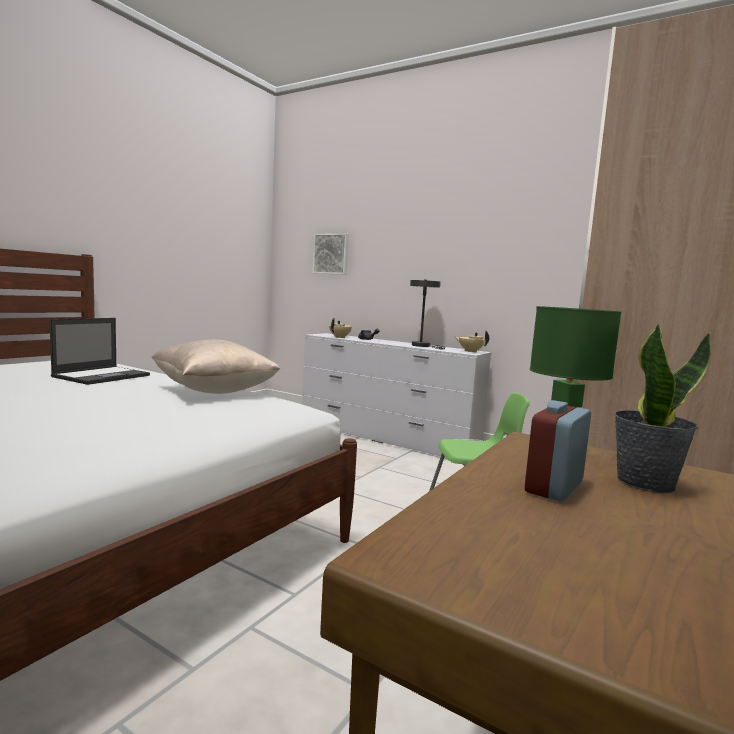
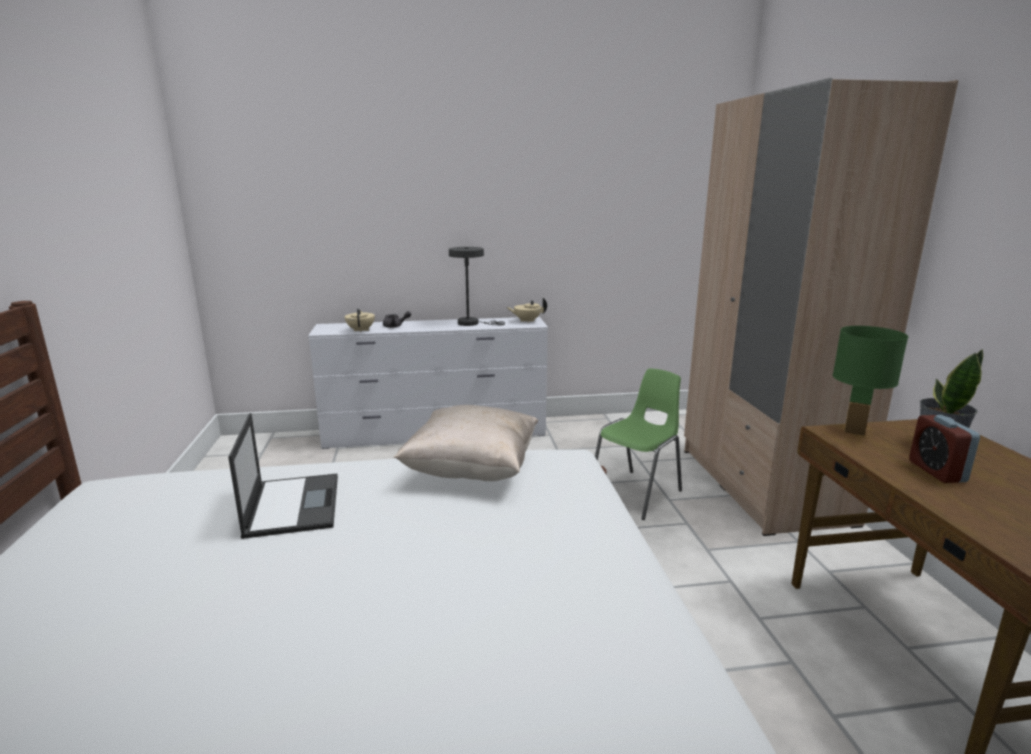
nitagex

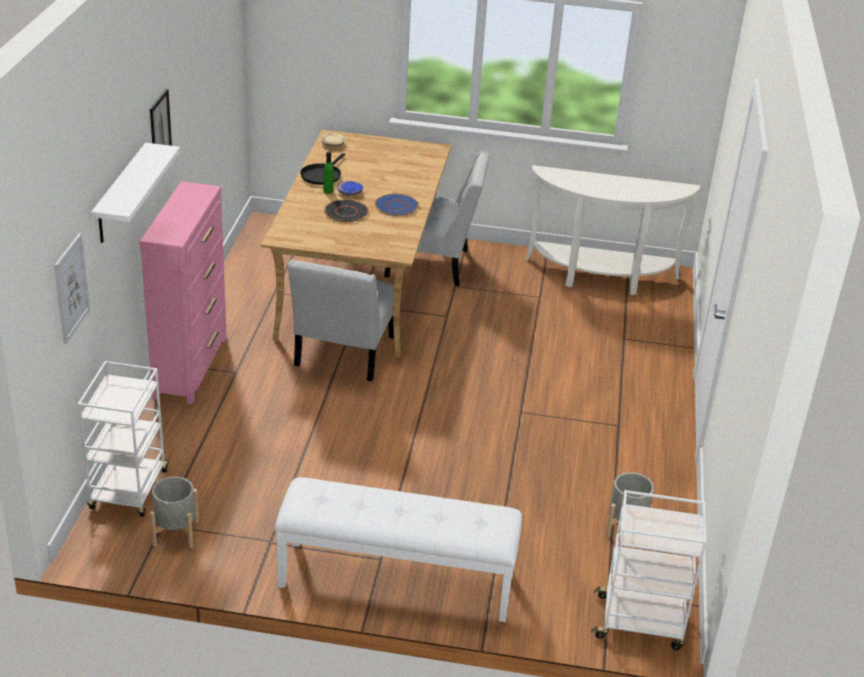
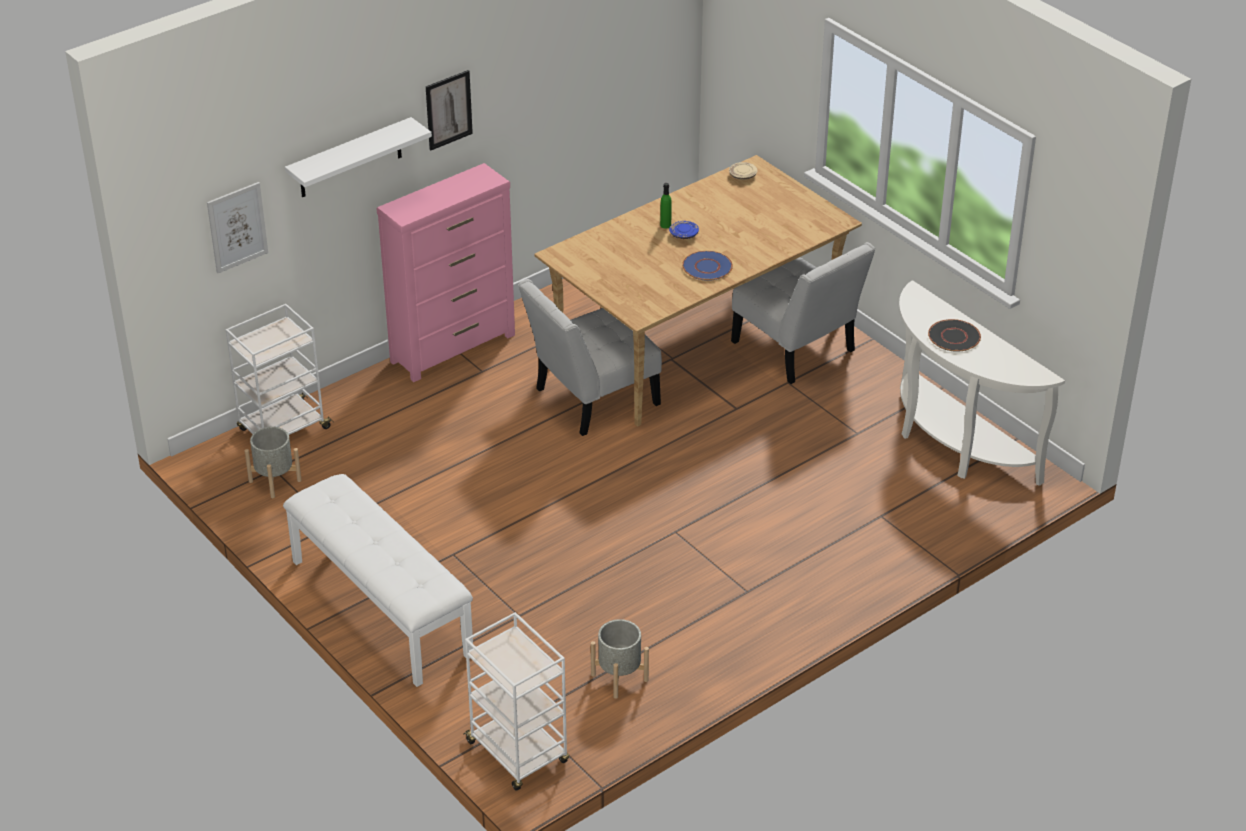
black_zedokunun; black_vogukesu

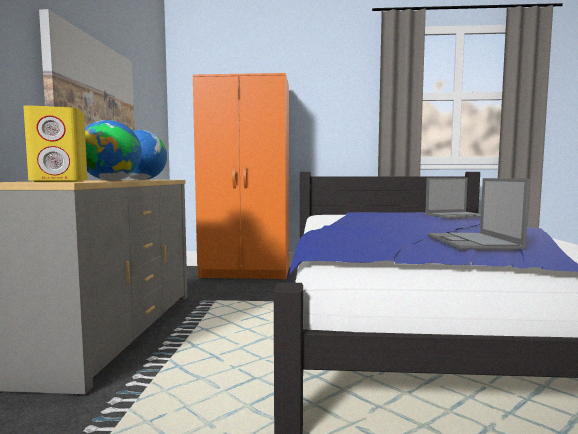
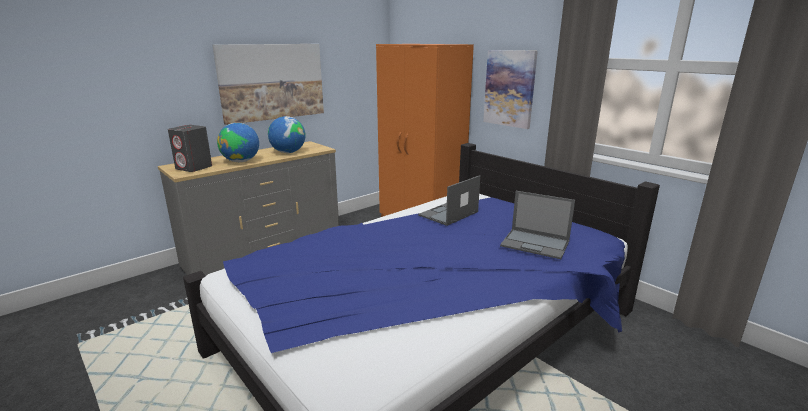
nitagex (no. 2 from left); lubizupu (no. 1 from left); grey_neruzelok

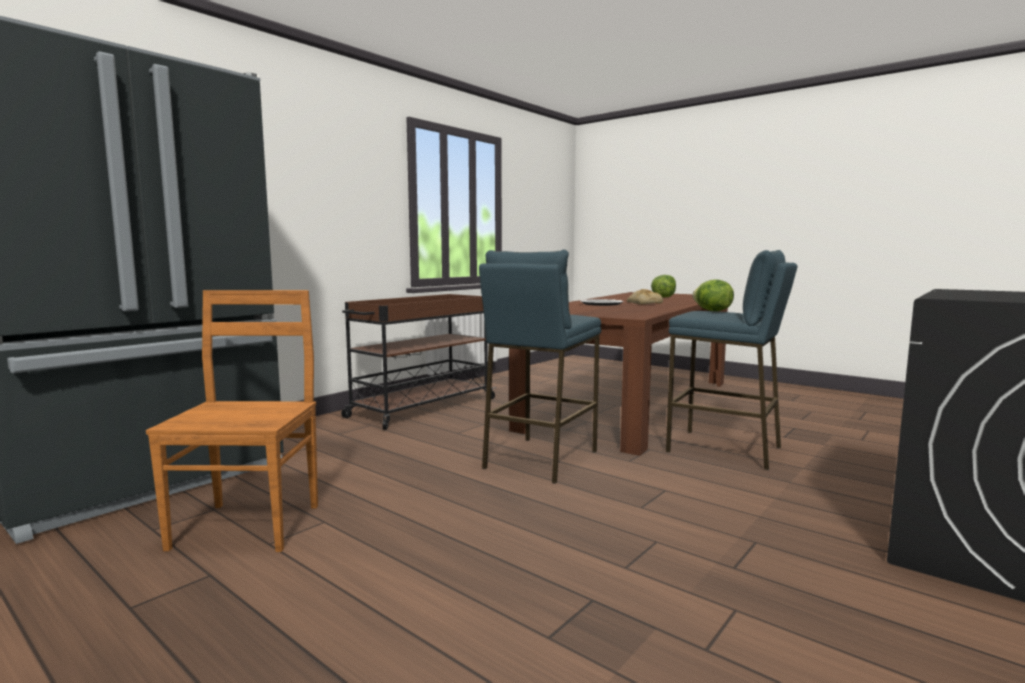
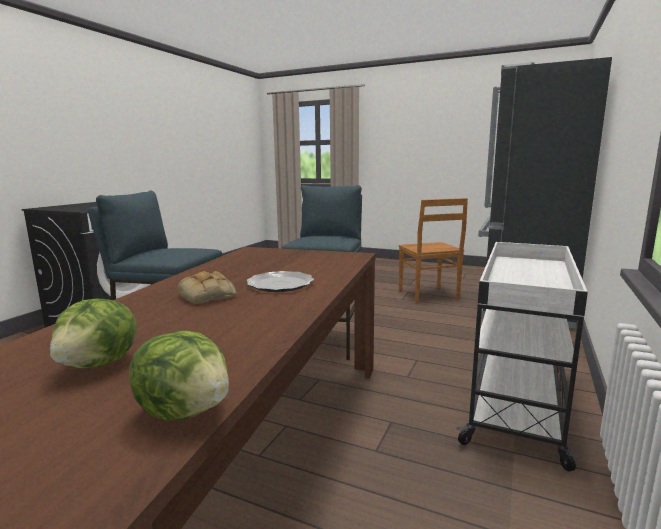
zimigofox (no. 2 from left); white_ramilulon

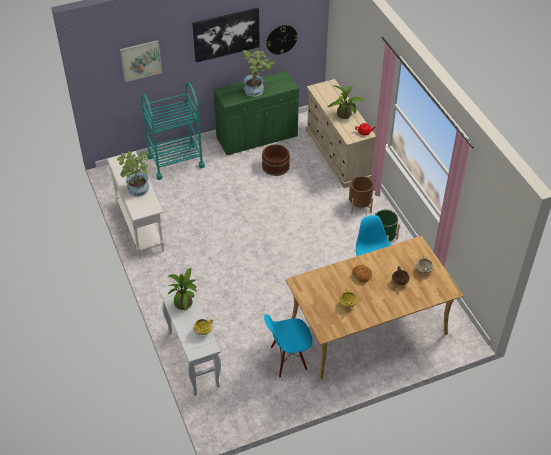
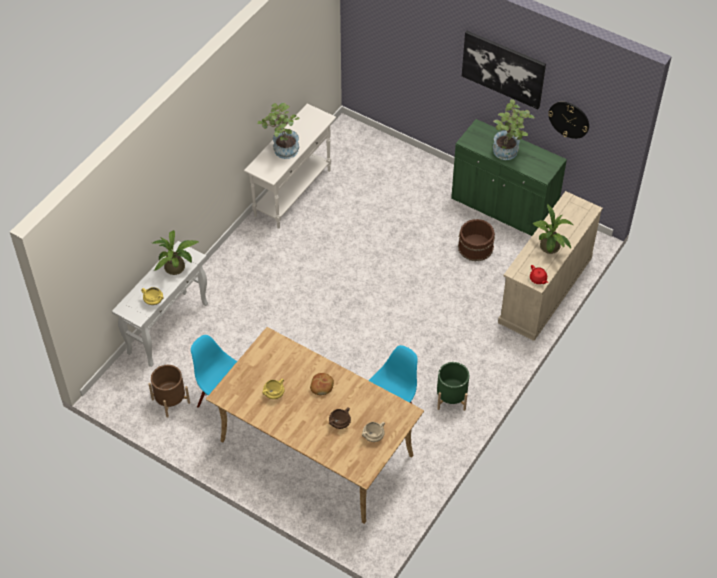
nitagex (no. 1 from left in the first image); turquoise_ramilulon; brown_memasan

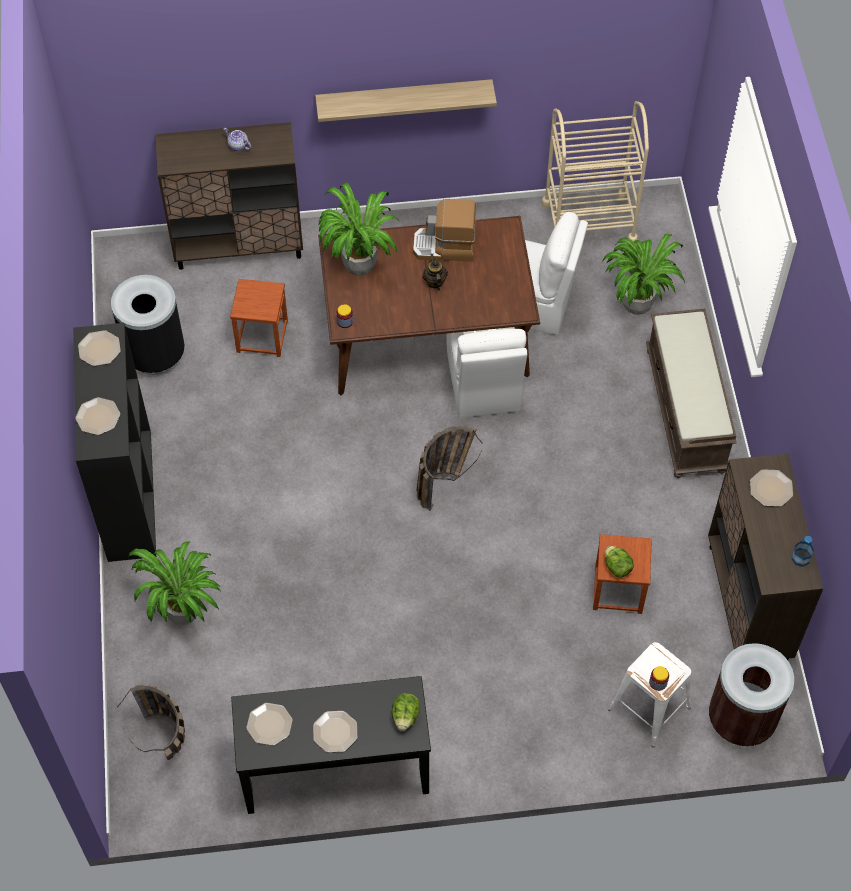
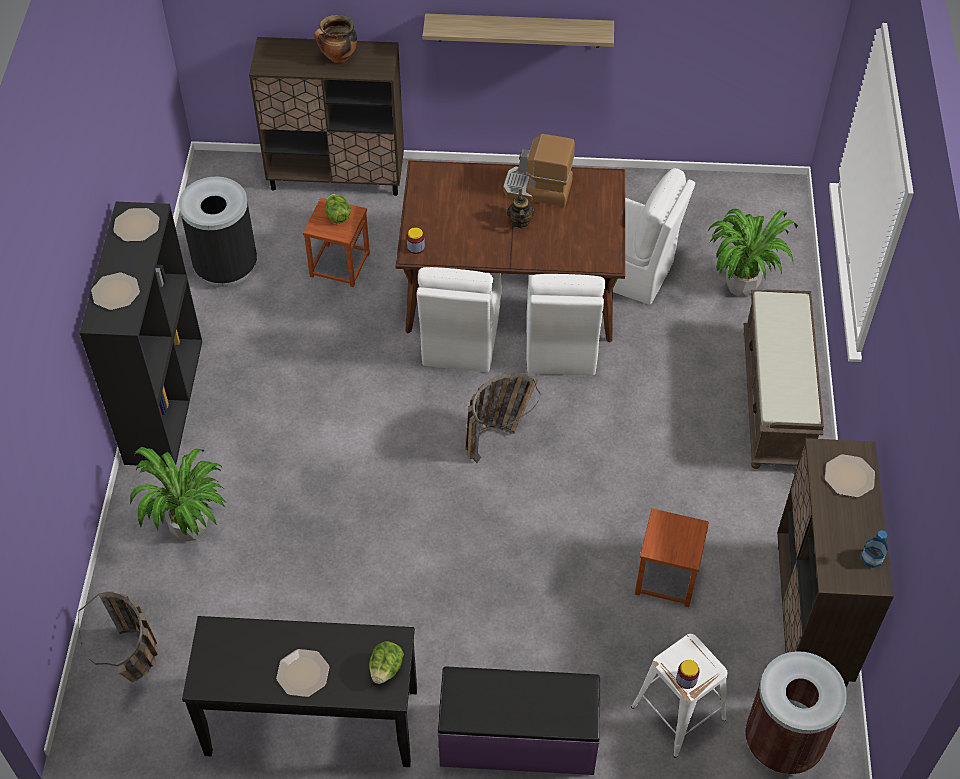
vogukesu (no. 3 from left in the first image); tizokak (no. 2 from left in the first image); beige_ramilulon; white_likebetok (no. 1 from left); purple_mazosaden; zimigofox (no. 1 from left); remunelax

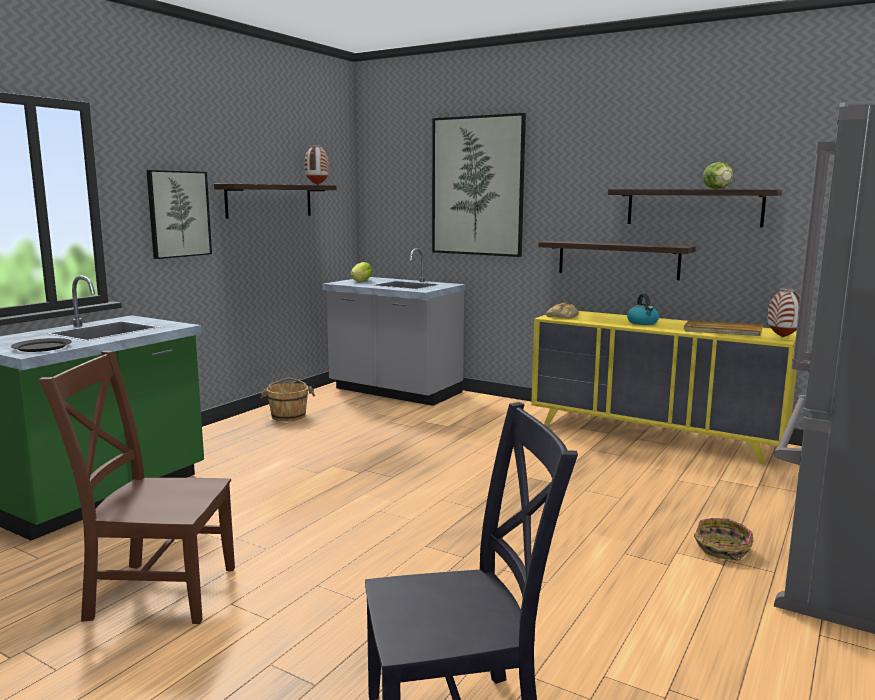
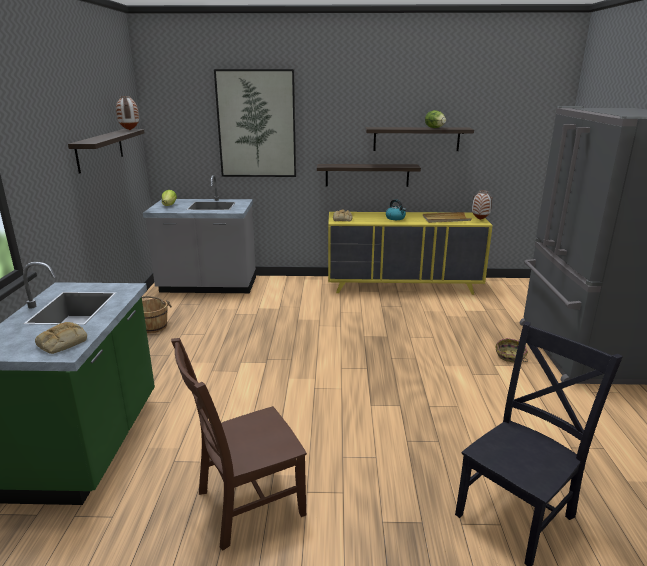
nitagex (no. 1 from left in the first image); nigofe (no. 1 from left)

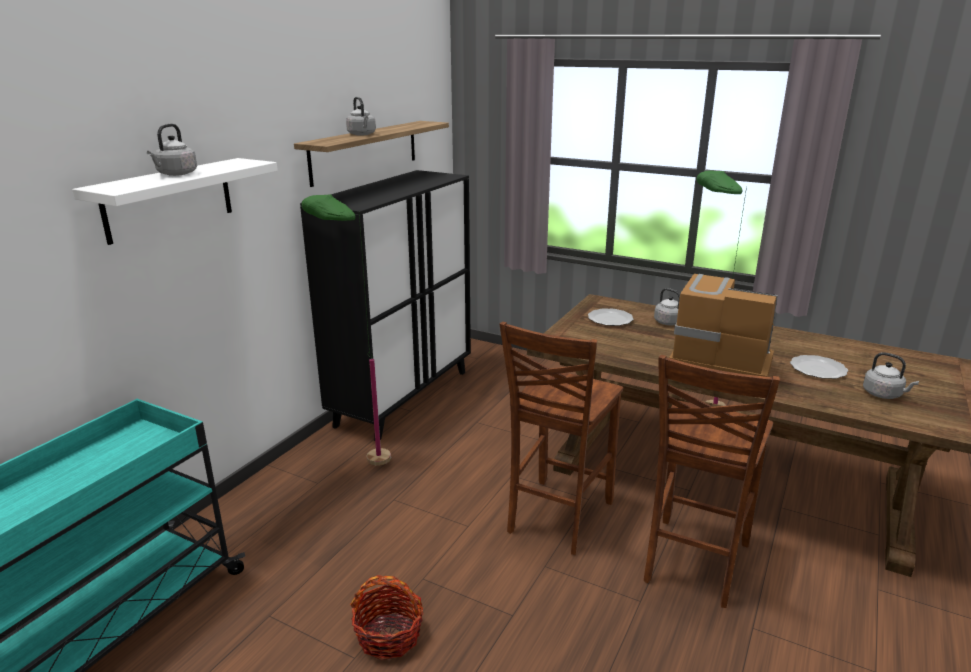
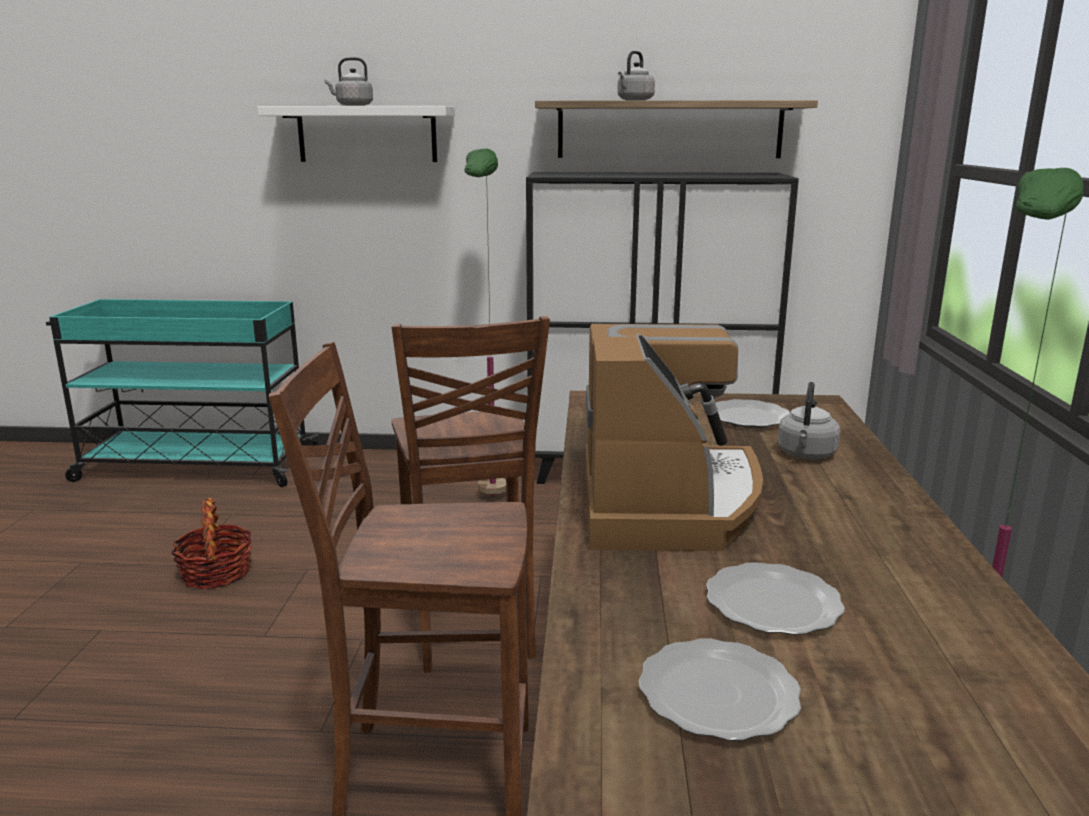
vogukesu (no. 1 from left); brown_likebetok (no. 2 from left)

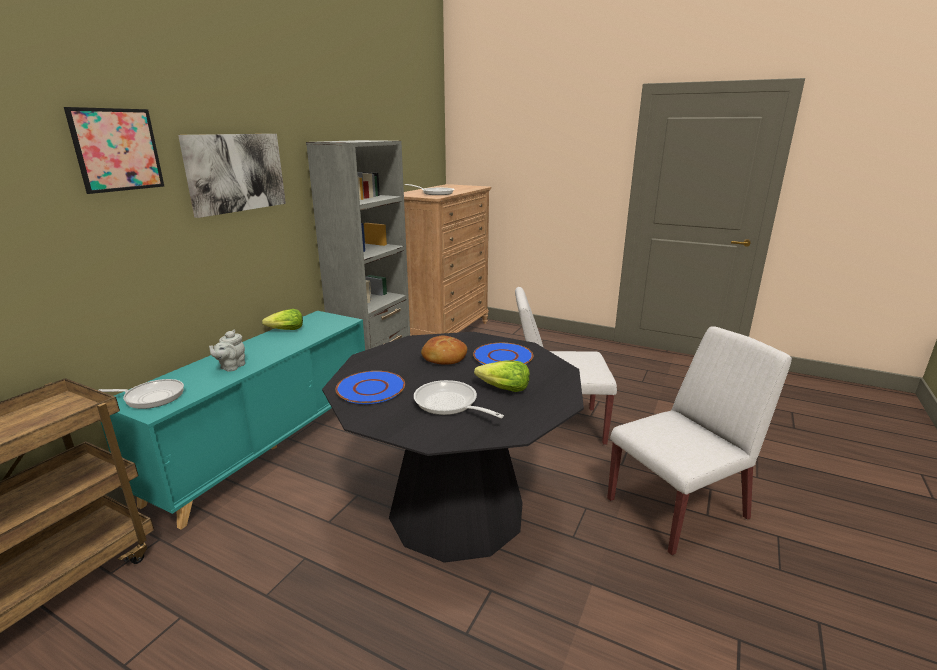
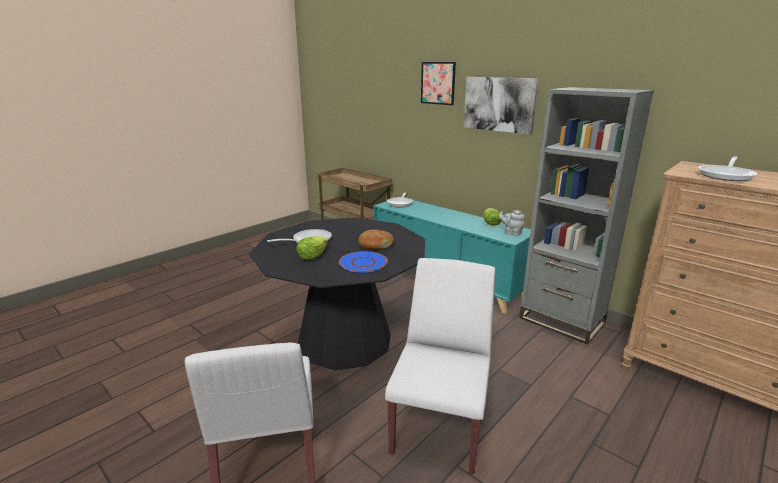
blue_vogukesu (no. 1 from left in the first image); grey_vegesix

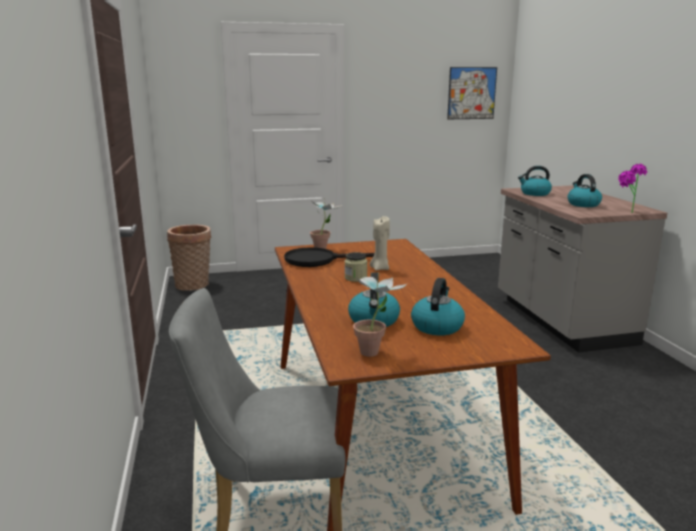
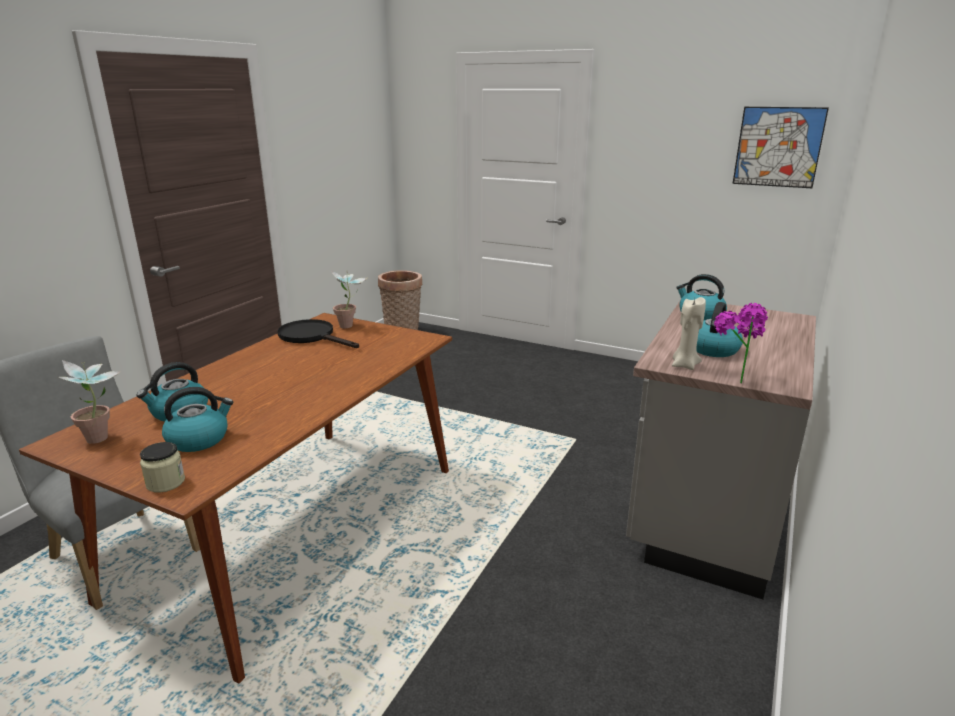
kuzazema; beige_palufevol

